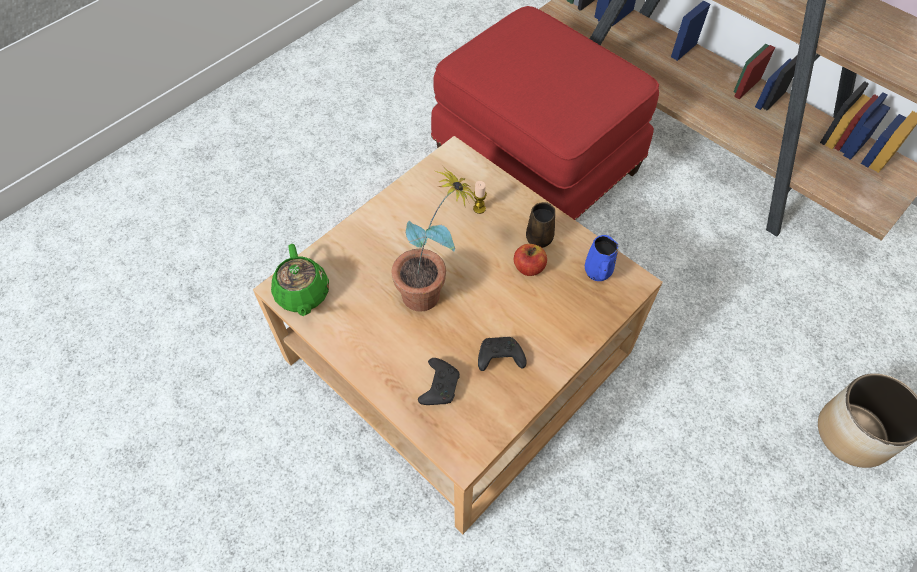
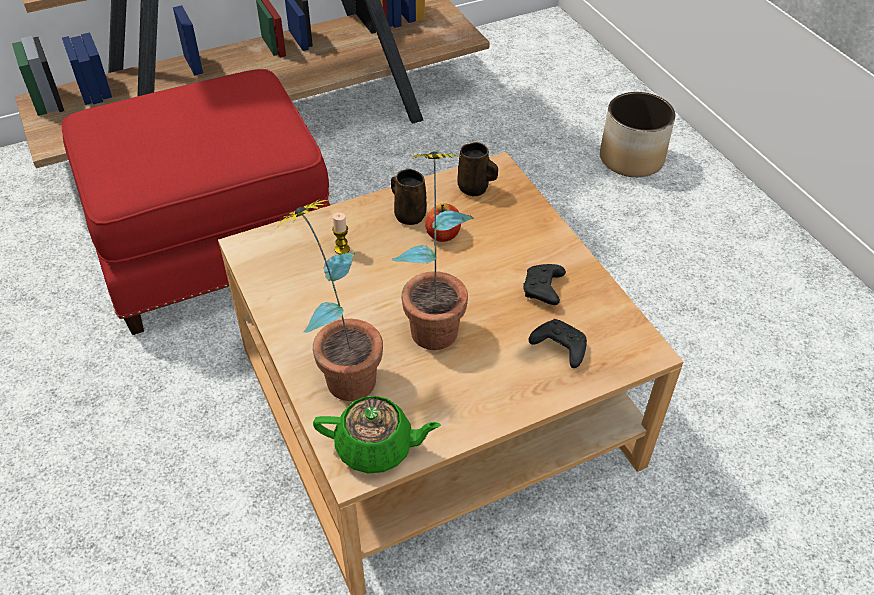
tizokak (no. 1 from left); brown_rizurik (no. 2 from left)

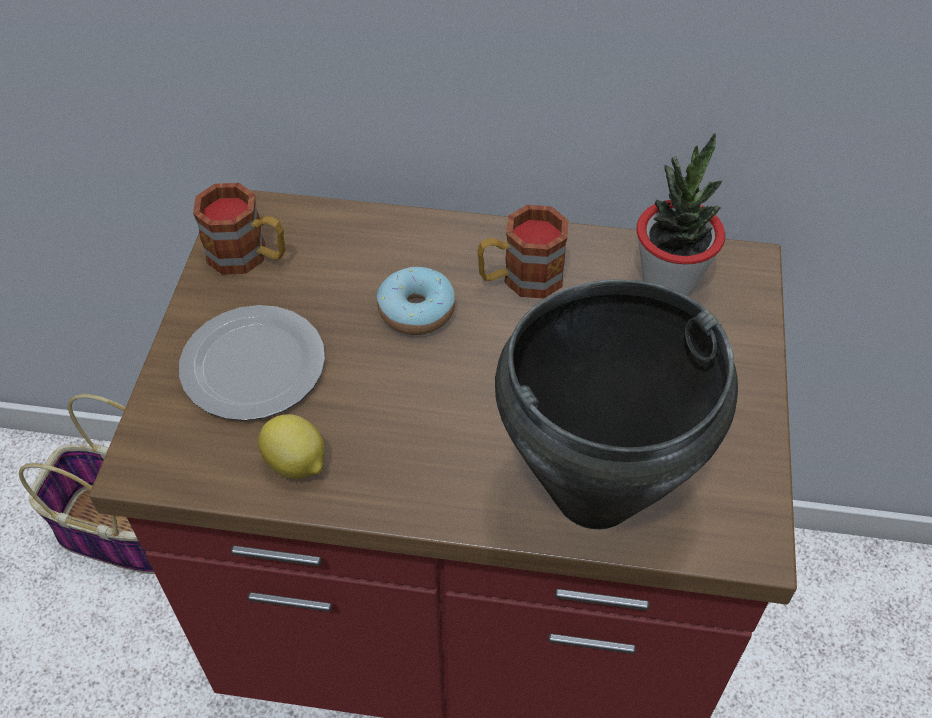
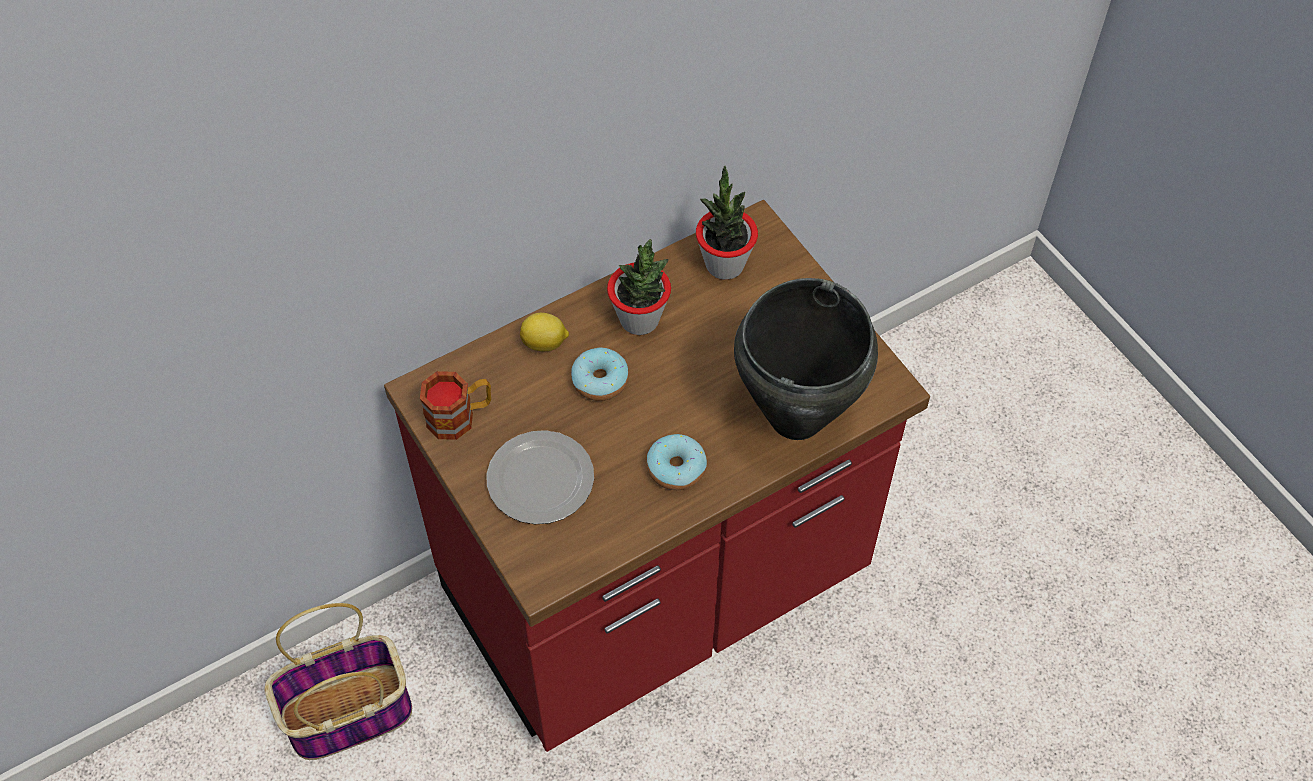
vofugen (no. 2 from left); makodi; tizokak (no. 1 from left)

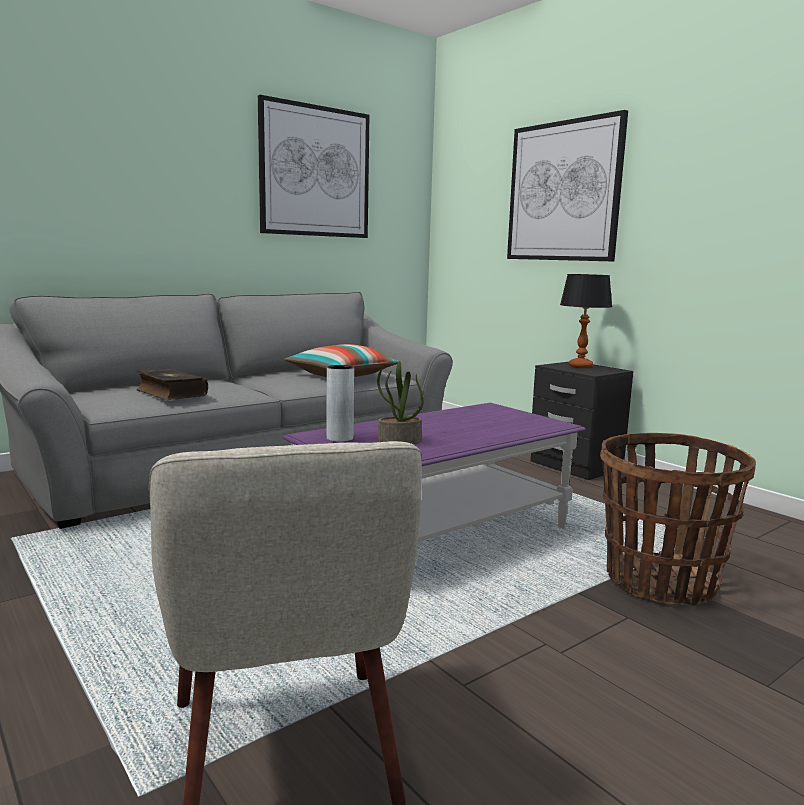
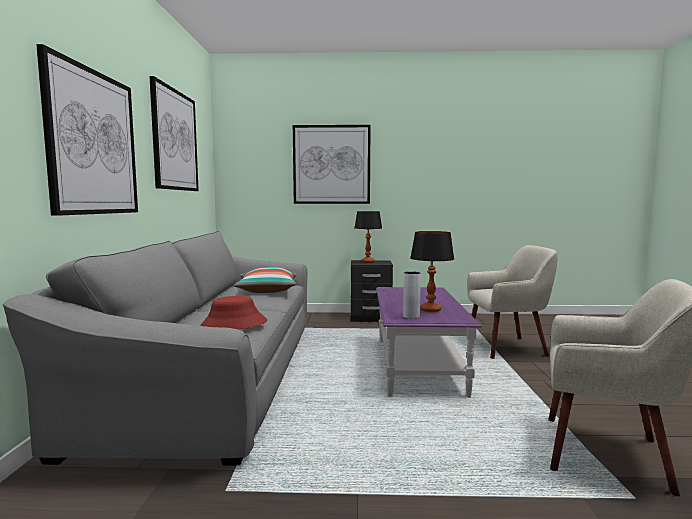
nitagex (no. 1 from left); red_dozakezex; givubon (no. 2 from left); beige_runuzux (no. 1 from left)

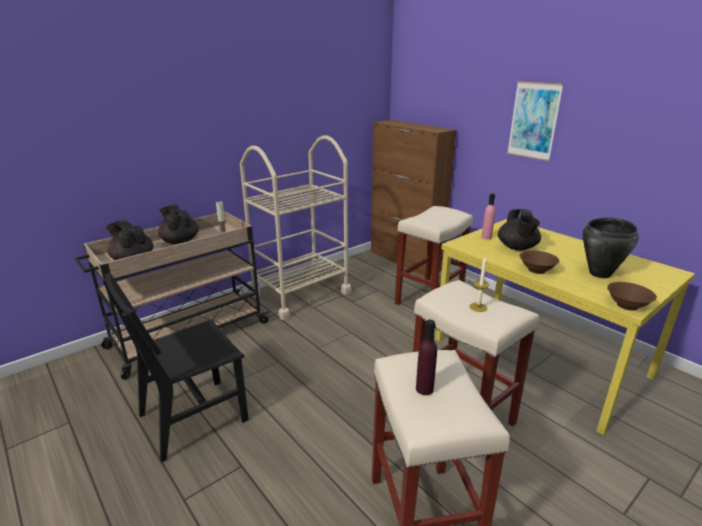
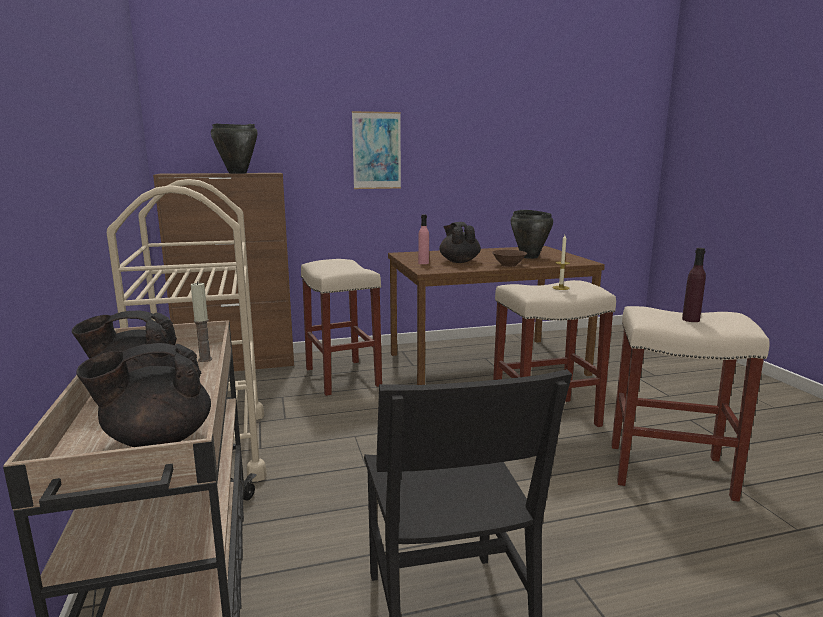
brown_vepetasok (no. 2 from left in the first image); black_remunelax (no. 1 from left); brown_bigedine; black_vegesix (no. 3 from left)

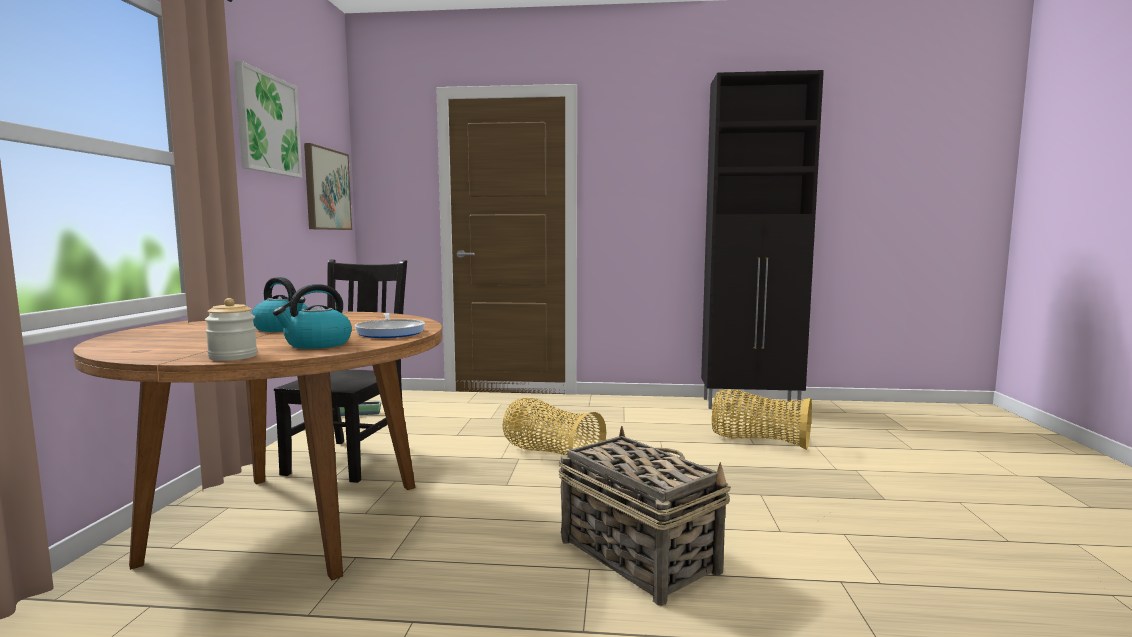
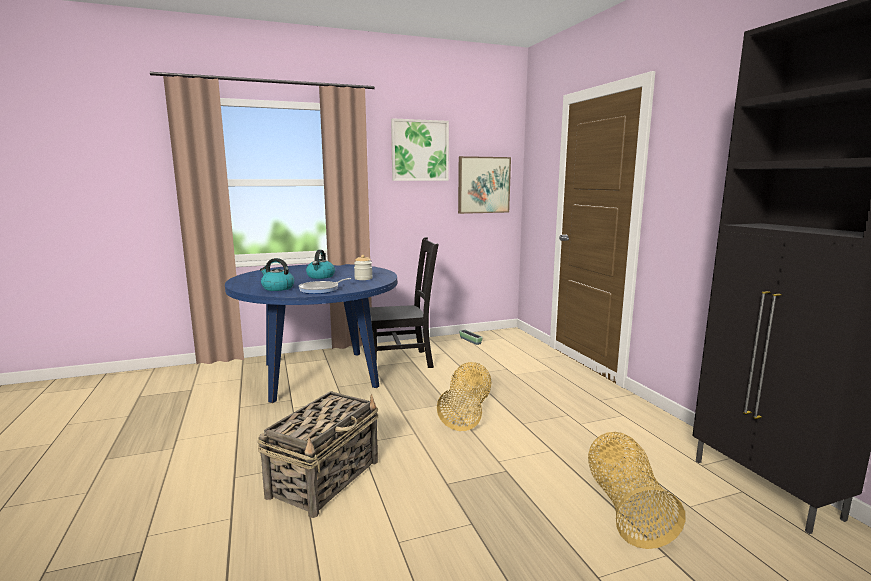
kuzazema; blue_bigedine

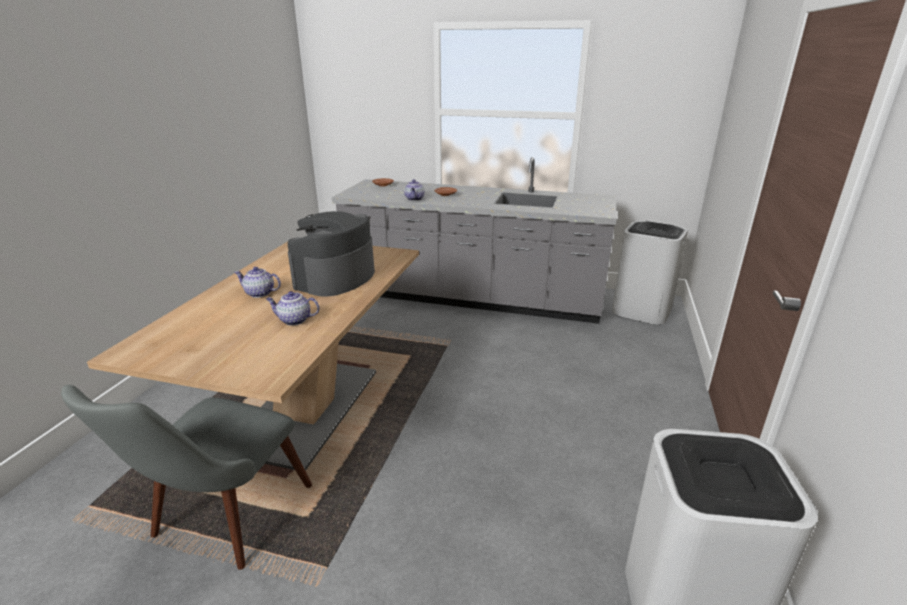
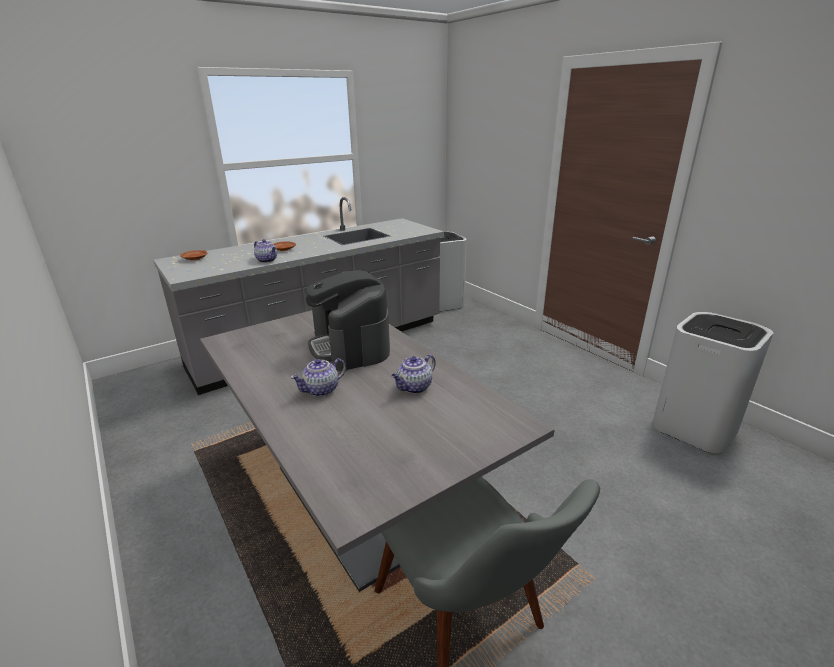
grey_bigedine

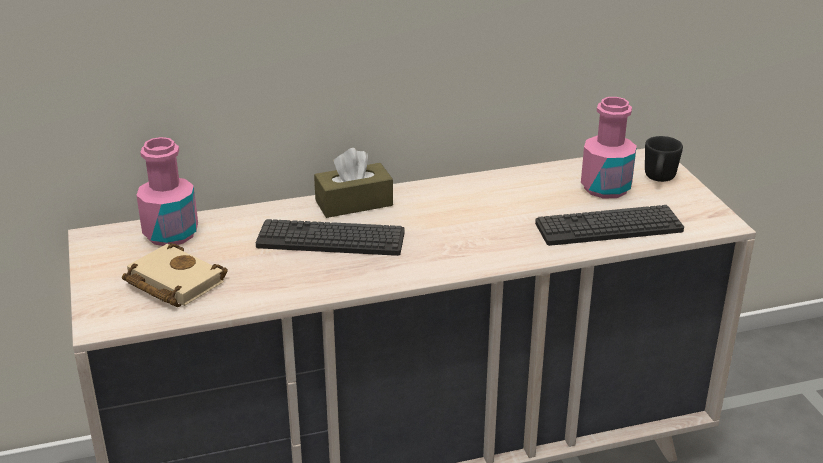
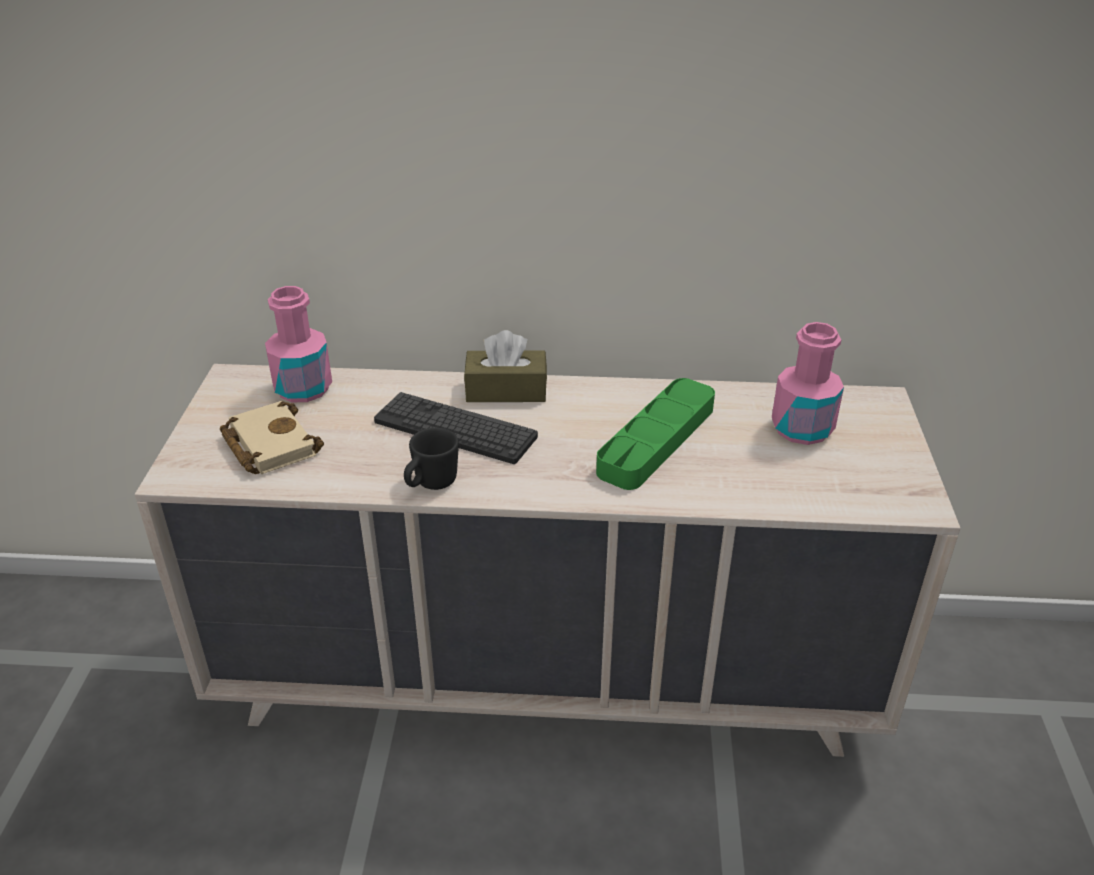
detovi (no. 2 from left in the first image); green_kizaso; black_rizurik

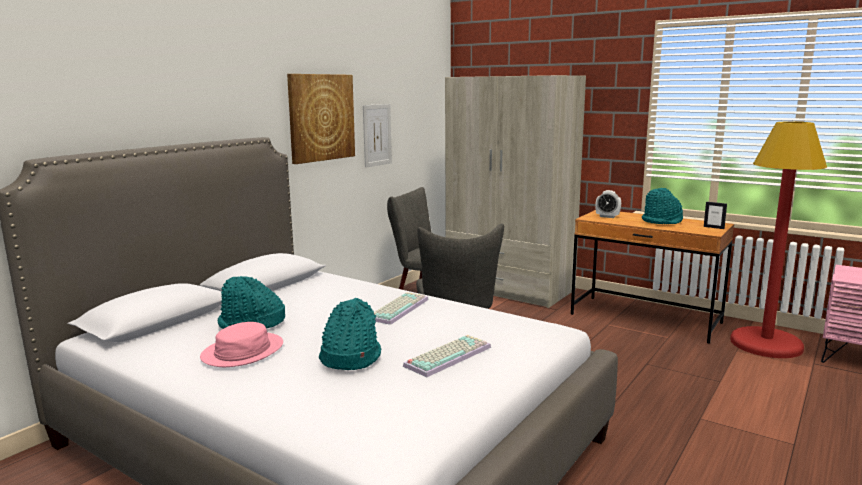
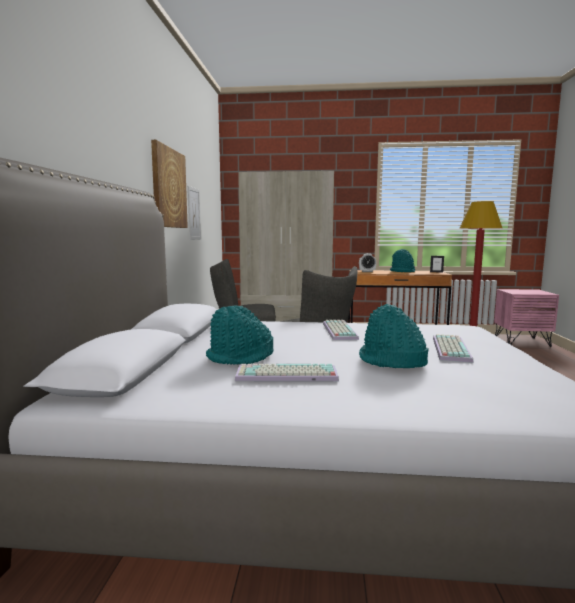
detovi (no. 1 from left)

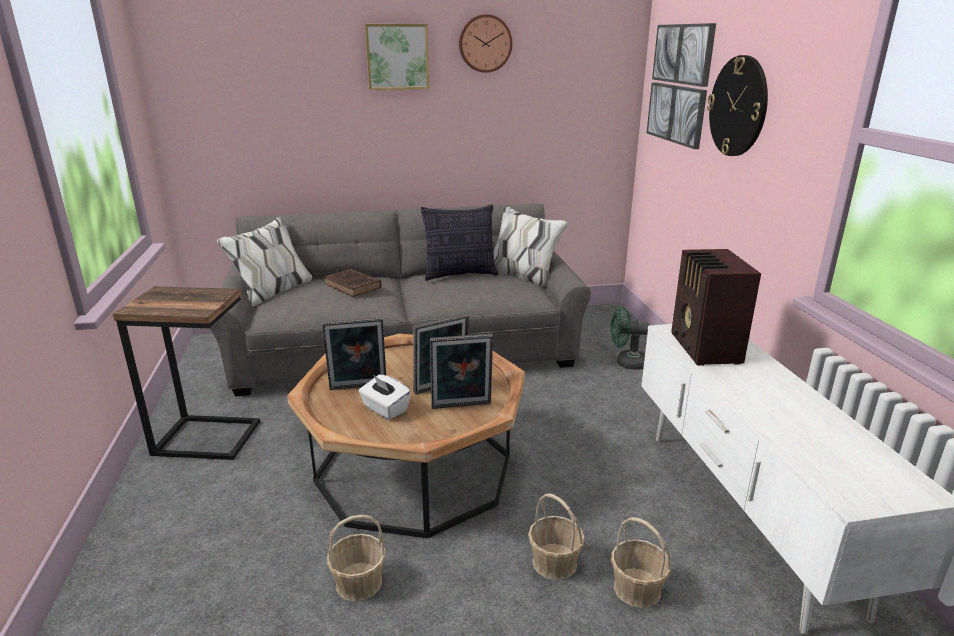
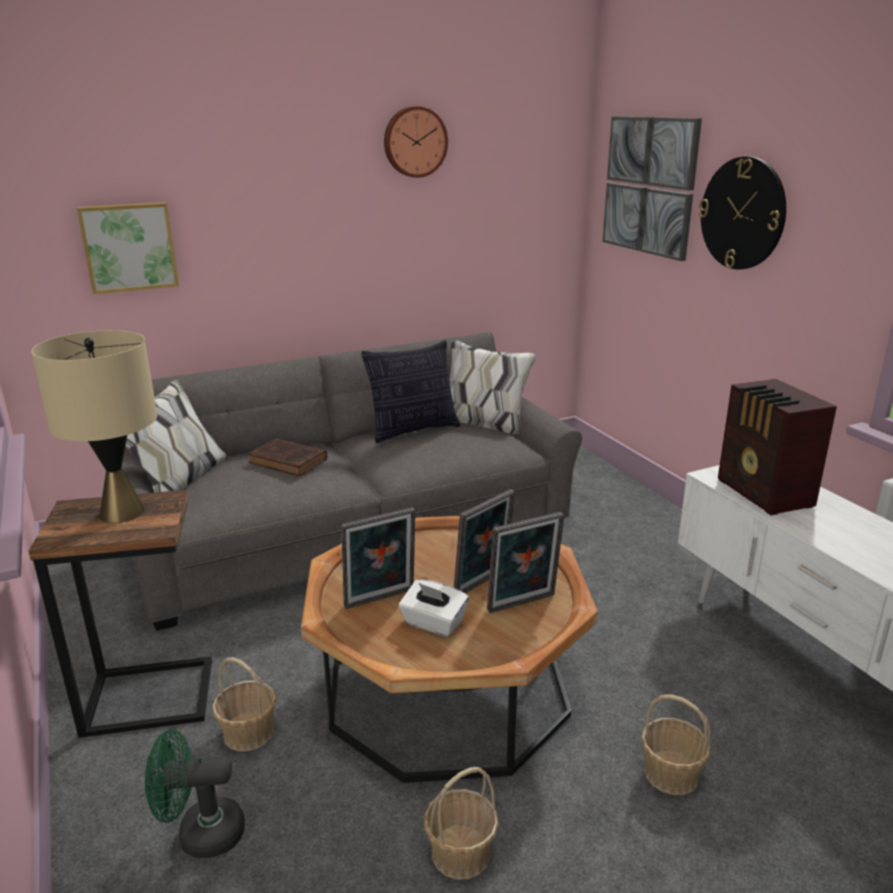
beige_givubon; nitagex (no. 1 from left); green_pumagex; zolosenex (no. 1 from left)

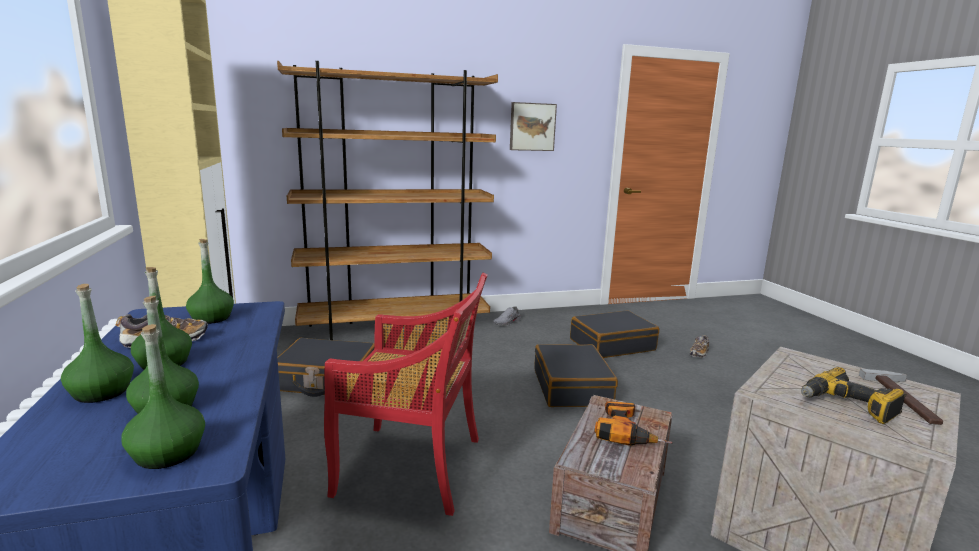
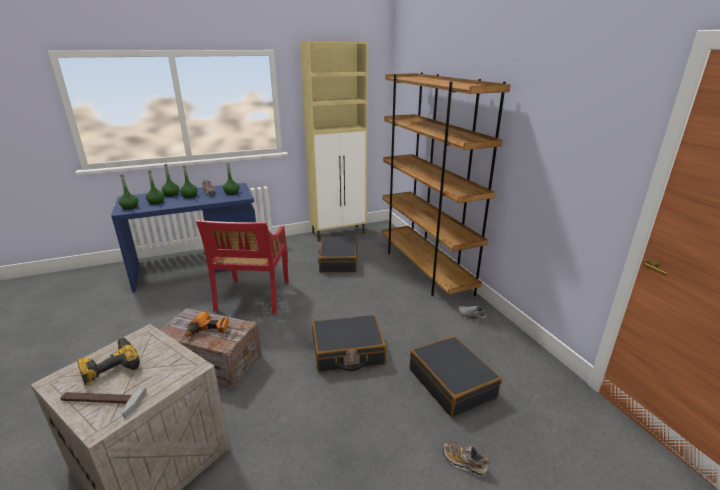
nitagex

